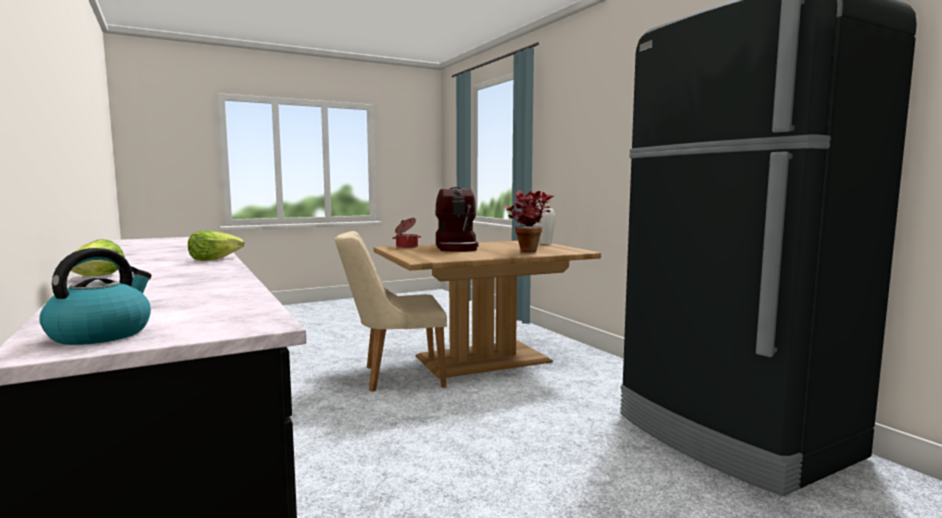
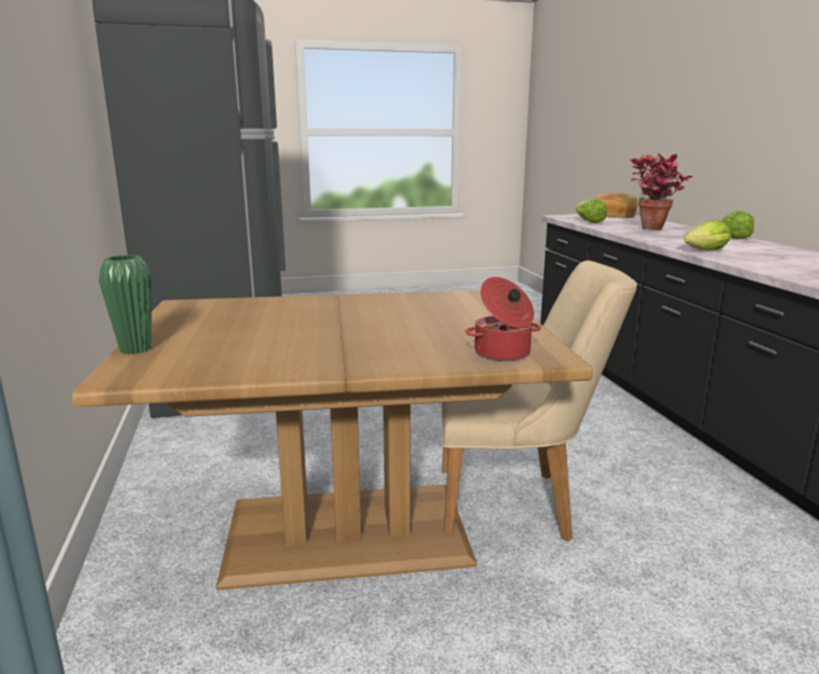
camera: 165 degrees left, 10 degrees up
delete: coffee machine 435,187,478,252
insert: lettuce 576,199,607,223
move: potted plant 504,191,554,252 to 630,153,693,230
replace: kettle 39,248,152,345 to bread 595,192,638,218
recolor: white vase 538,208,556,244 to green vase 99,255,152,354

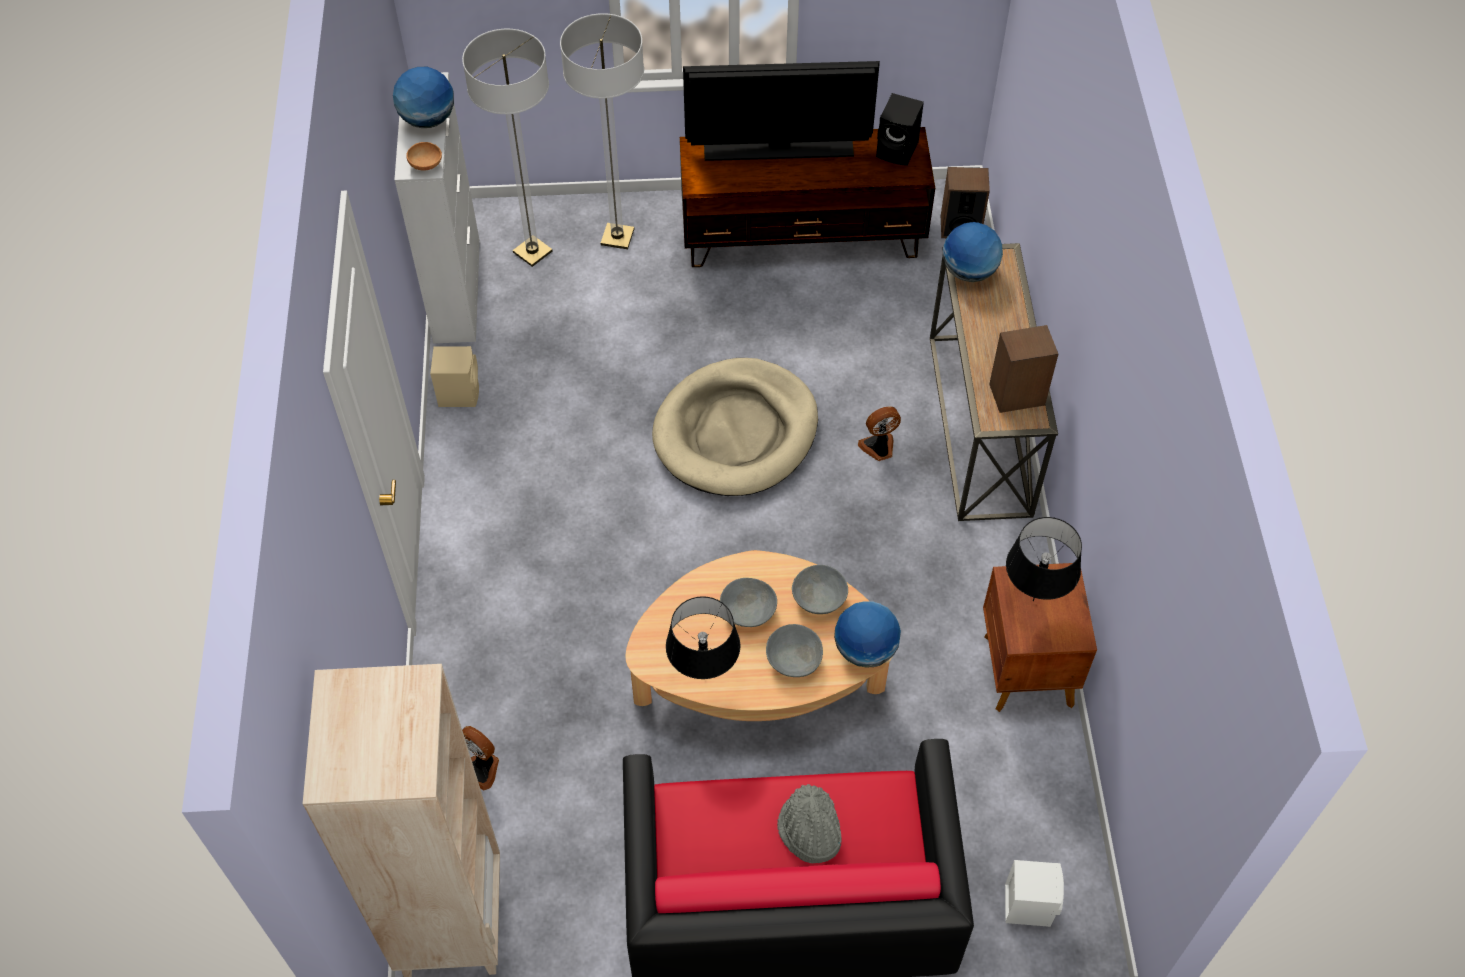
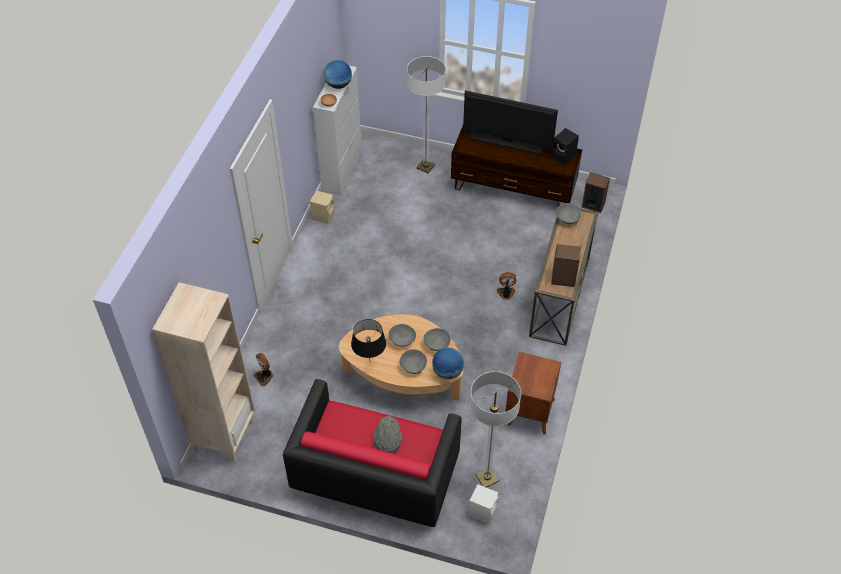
camera: 20 degrees right, 5 degrees down
delete: beige dog bed 652,358,818,496; black table lamp 1006,517,1082,601
move: floor lamp 462,29,552,267 to 470,371,521,487
replace: globe 943,222,1003,282 to grey bowl 556,203,581,224

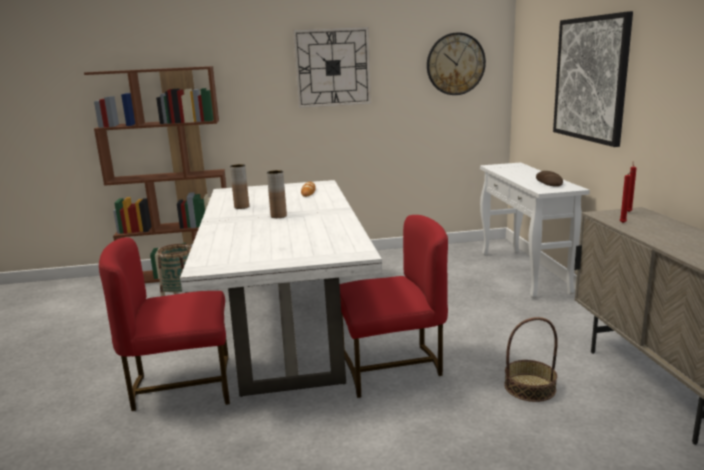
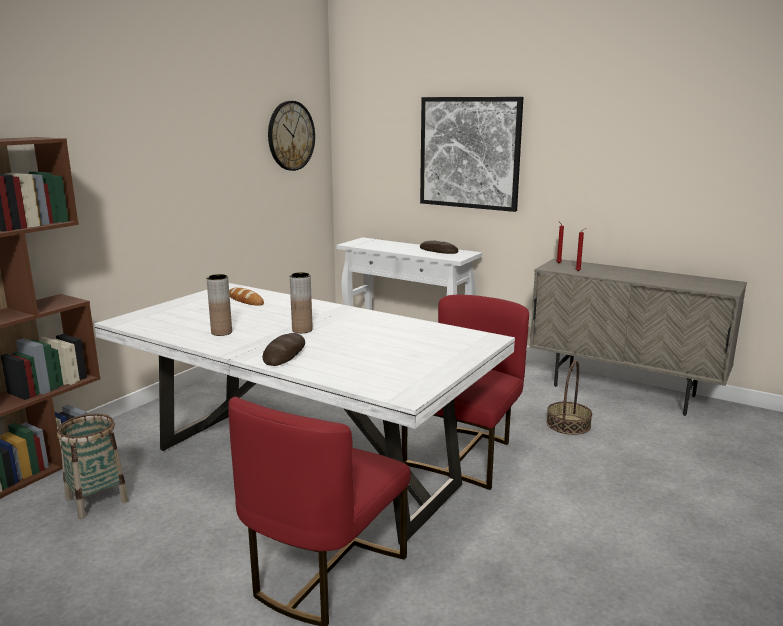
camera: 50 degrees left, 0 degrees up
delete: wall clock 293,27,371,108
insert: bread 262,333,305,366

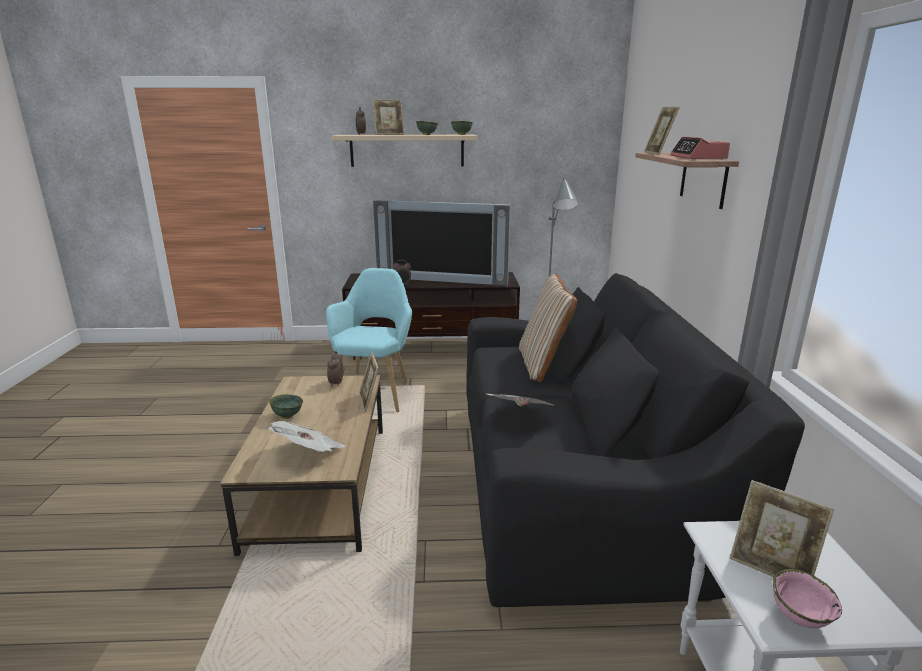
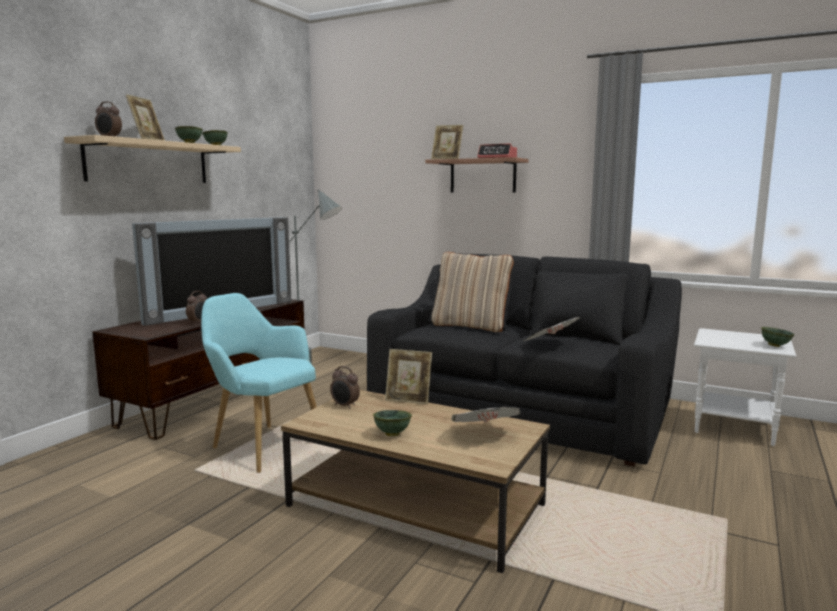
camera: 60 degrees left, 10 degrees down
delete: picture frame 730,480,834,577
recolor: pink bowl 773,569,842,628 to green bowl 761,327,795,347

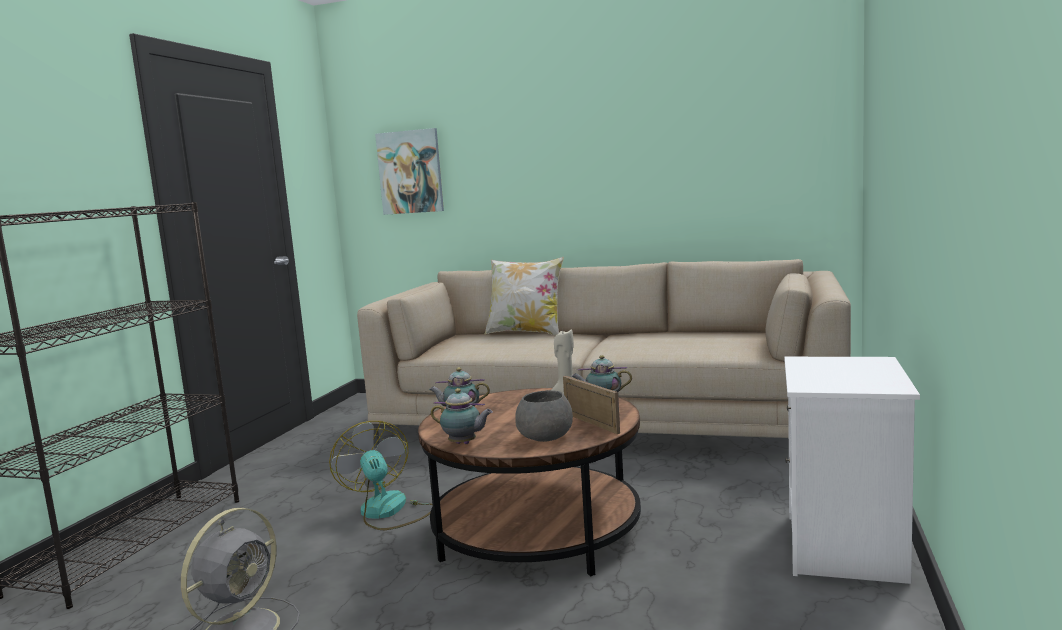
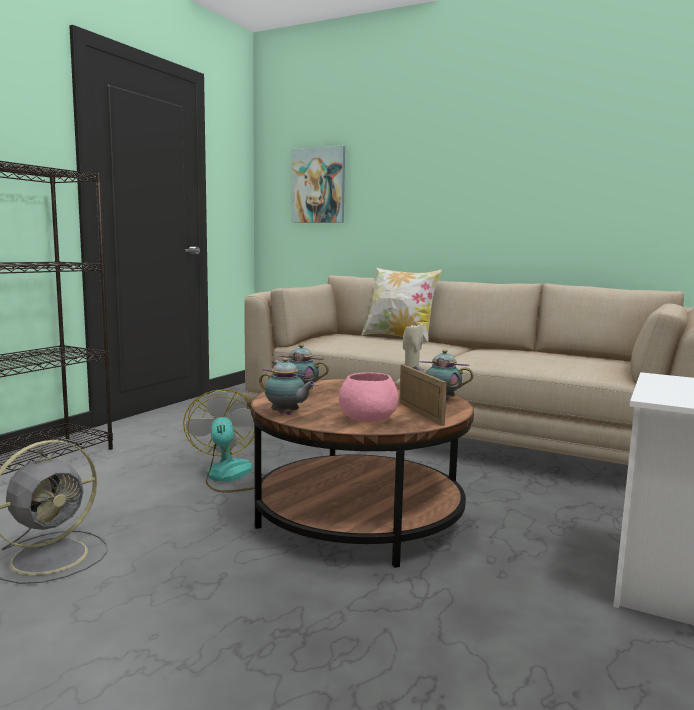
camera: 10 degrees right, 0 degrees up
recolor: grey bowl 515,390,573,442 to pink bowl 339,372,398,422

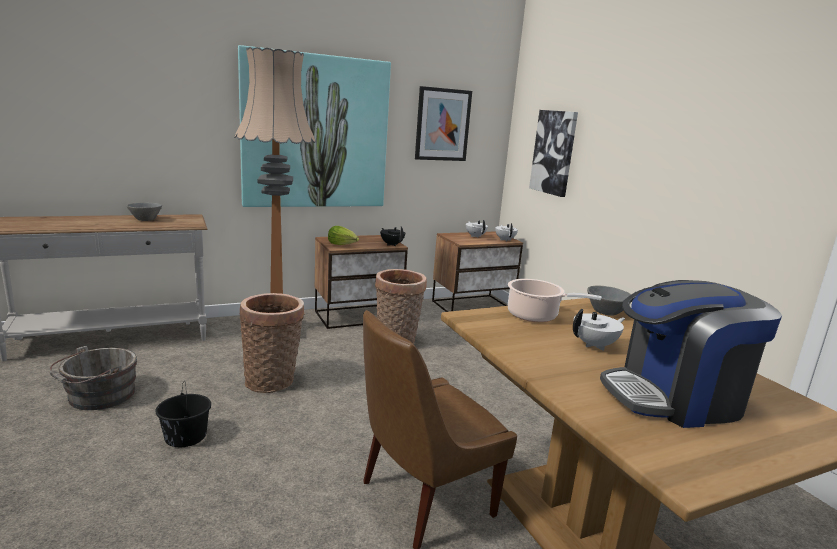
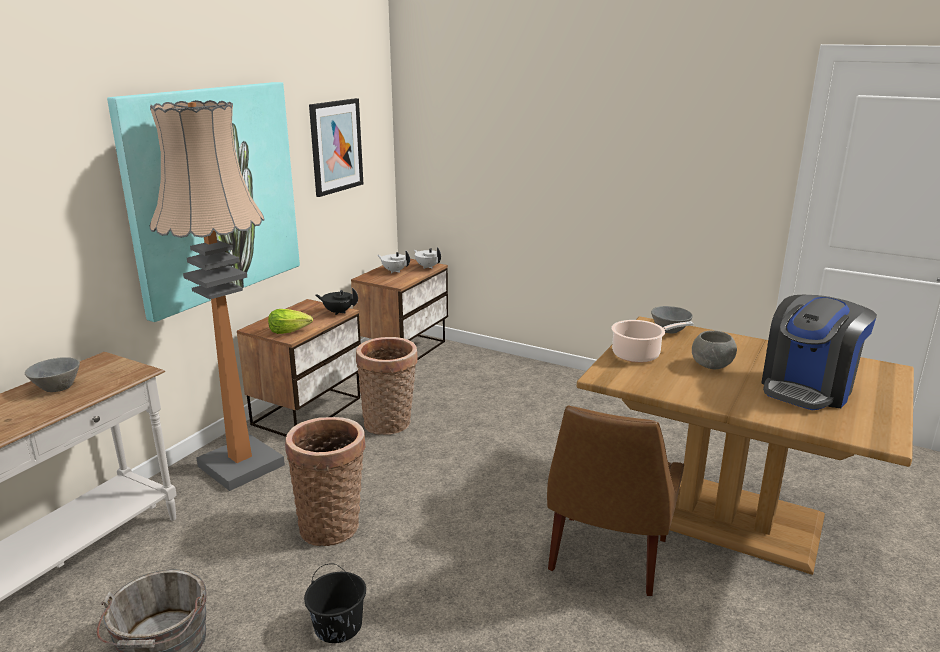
camera: 35 degrees left, 5 degrees up
delete: picture 529,110,578,197
replace: white teapot 573,309,625,351 to grey bowl 692,330,737,369

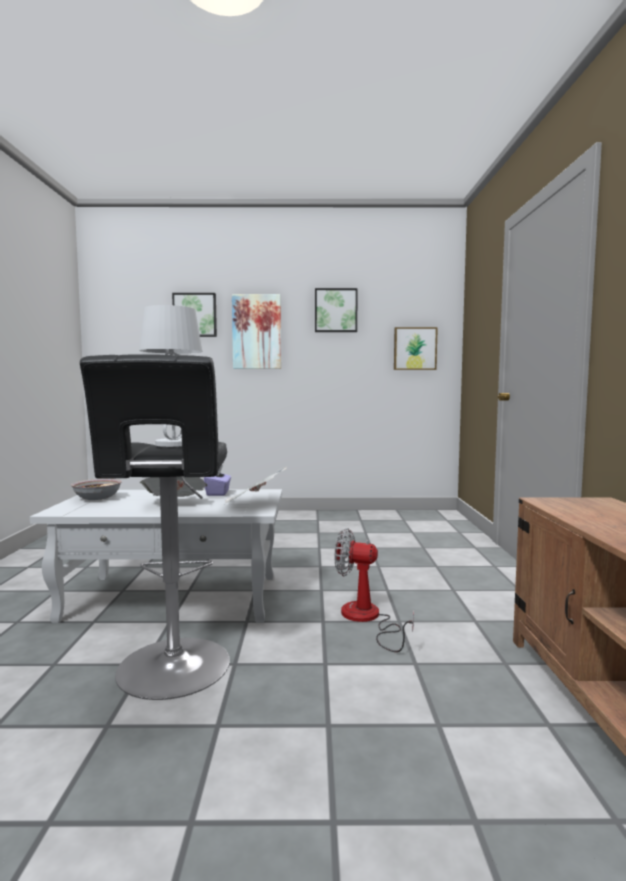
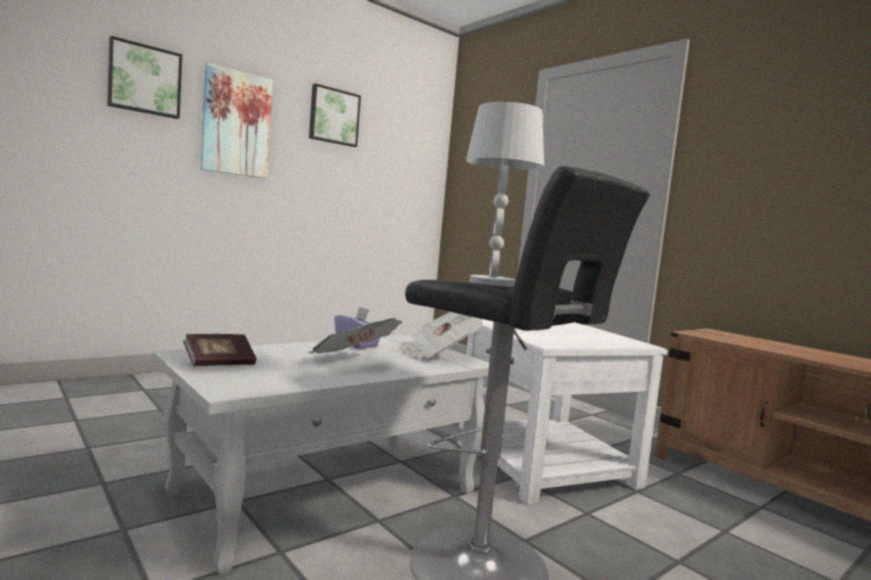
camera: 40 degrees left, 0 degrees up
delete: picture 394,327,438,370
replace: bowl 71,479,122,500 to book 183,334,256,366; fan 335,528,414,652 to white side table 458,319,668,505

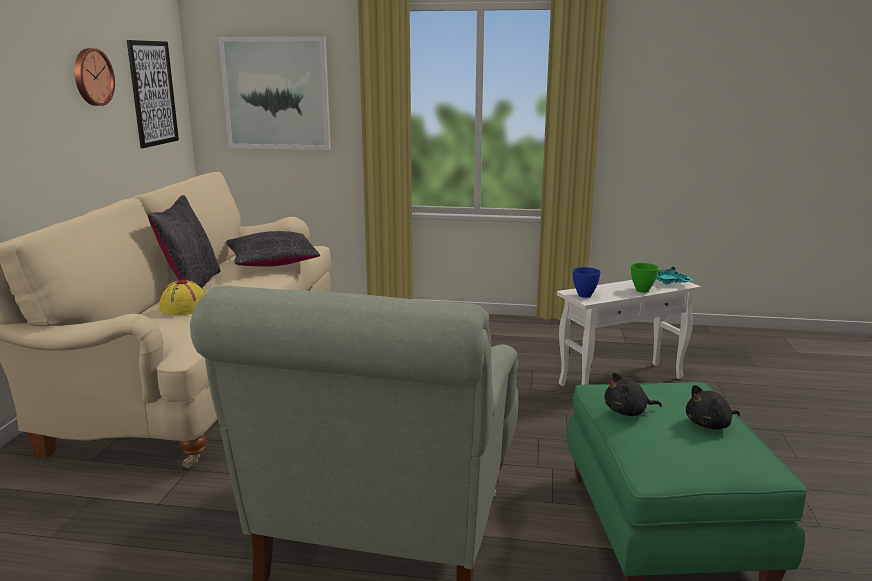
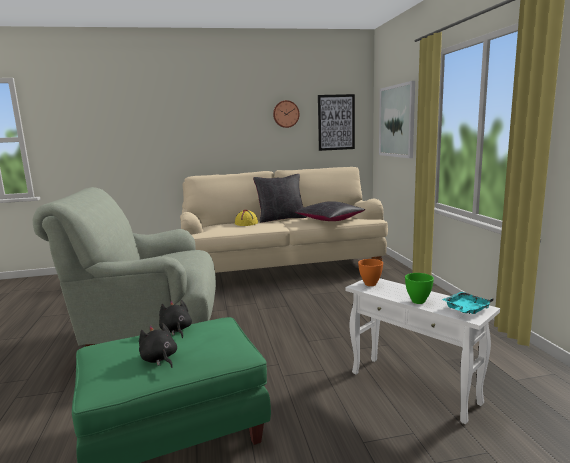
camera: 70 degrees right, 5 degrees down
recolor: blue bowl 573,267,601,298 to orange bowl 358,259,383,286

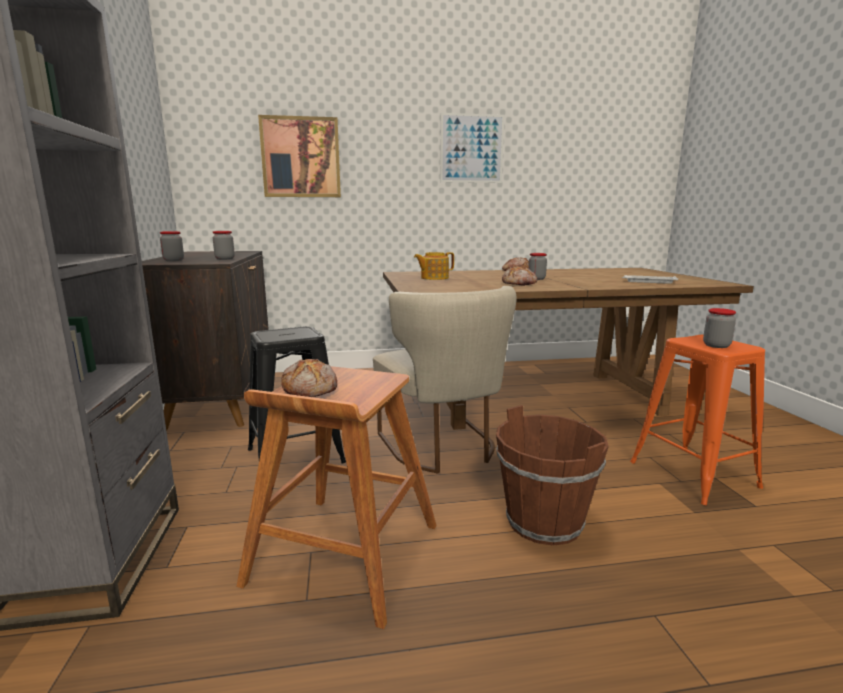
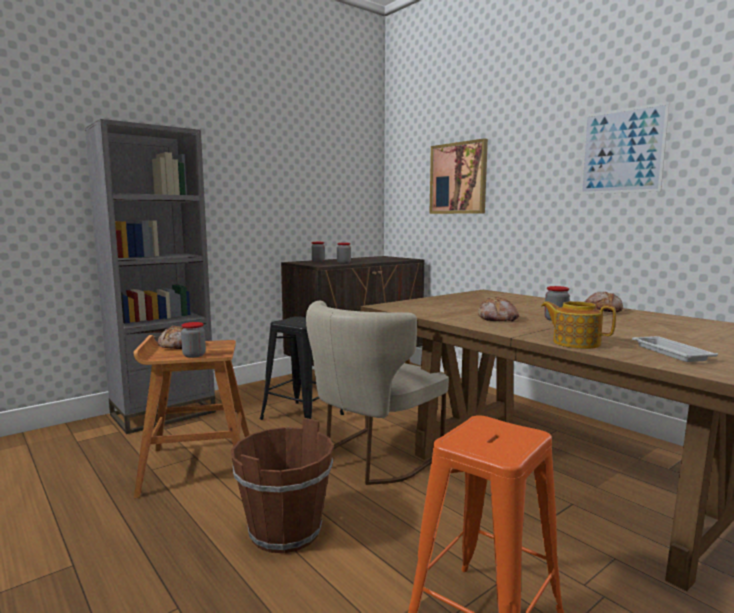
camera: 60 degrees right, 5 degrees down
move: teapot 414,252,454,280 to 541,301,616,349; jar 703,308,736,348 to 181,322,206,358

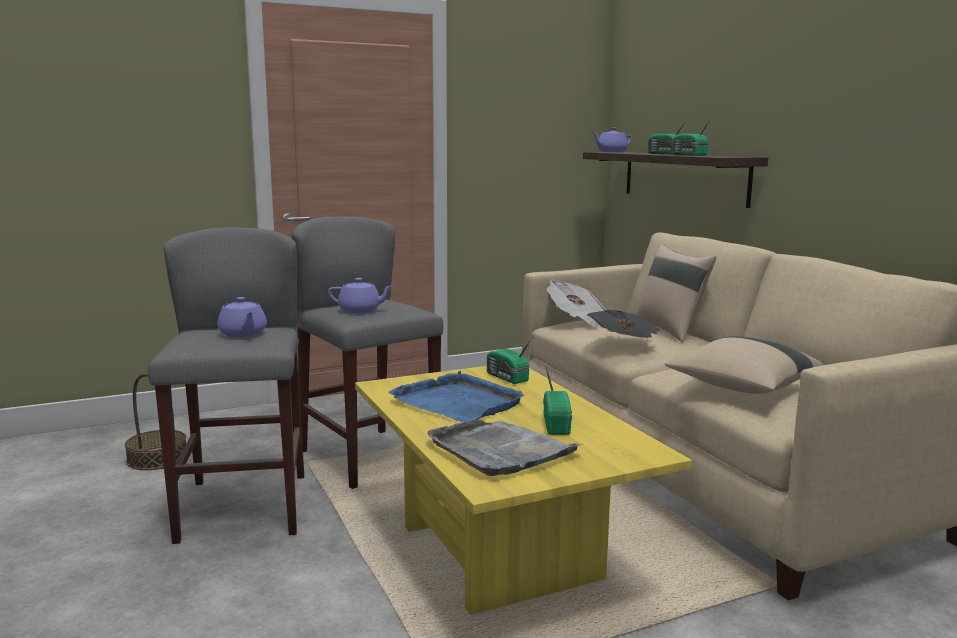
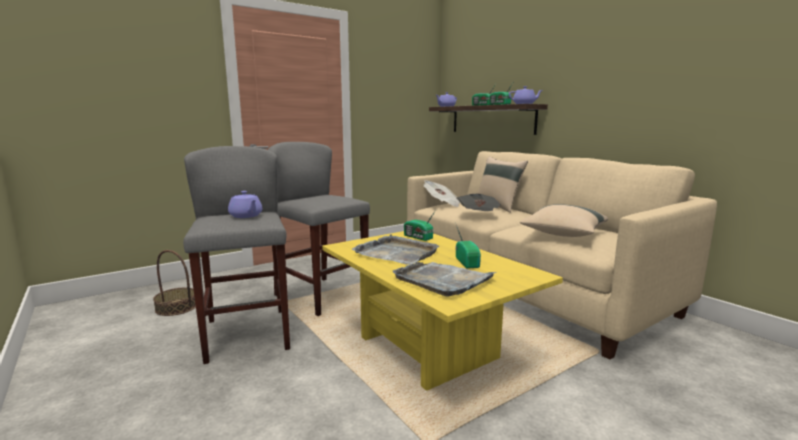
camera: 10 degrees left, 0 degrees up
move: purple teapot 328,278,393,313 to 509,86,543,104
recolor: blue tray 388,371,524,422 to grey tray 352,234,439,265

